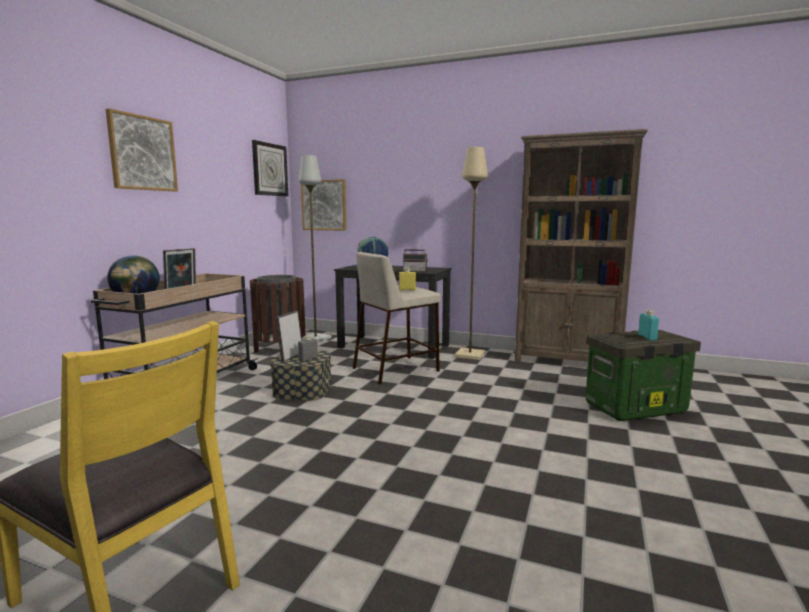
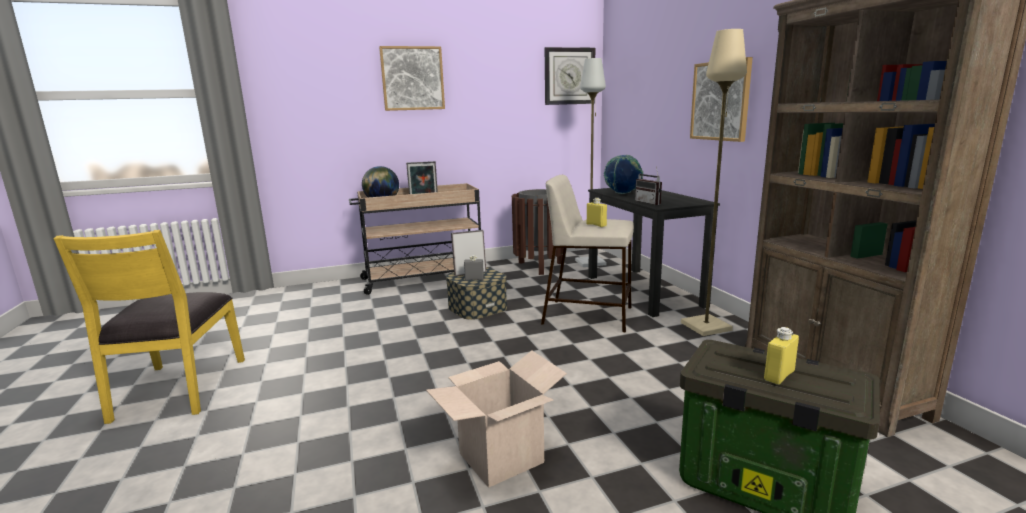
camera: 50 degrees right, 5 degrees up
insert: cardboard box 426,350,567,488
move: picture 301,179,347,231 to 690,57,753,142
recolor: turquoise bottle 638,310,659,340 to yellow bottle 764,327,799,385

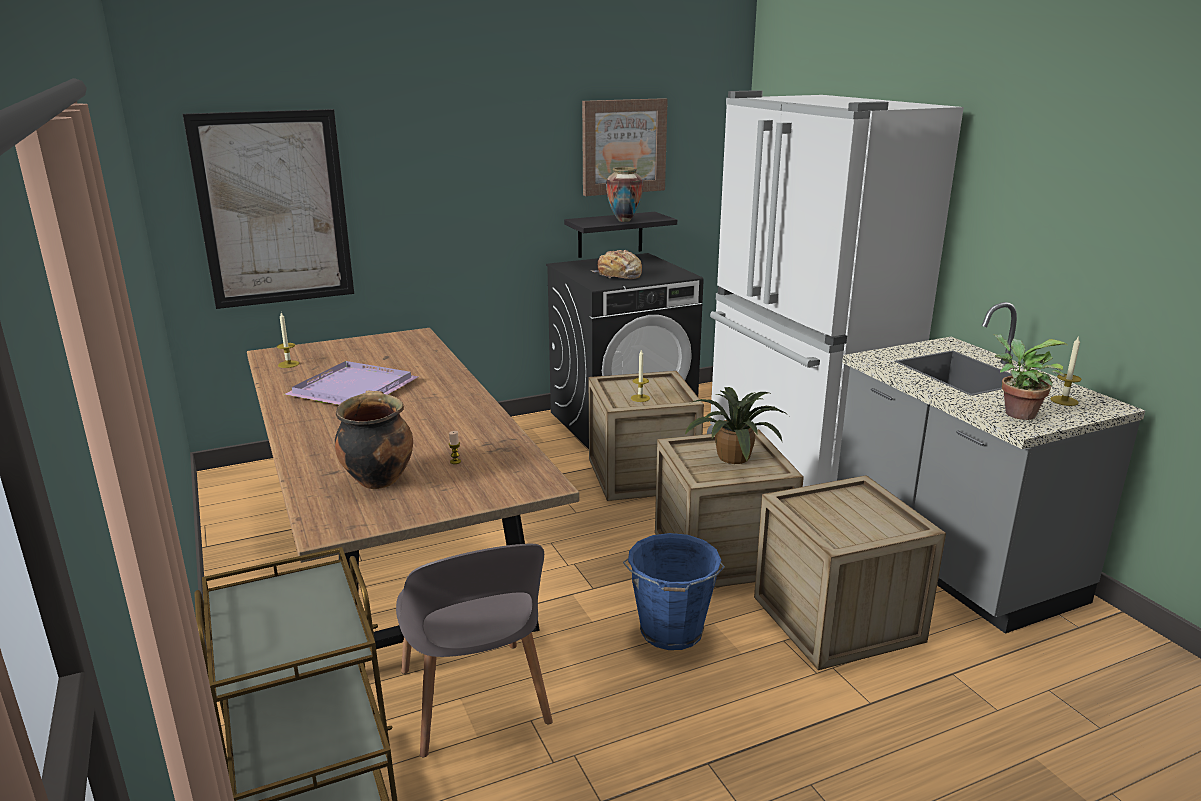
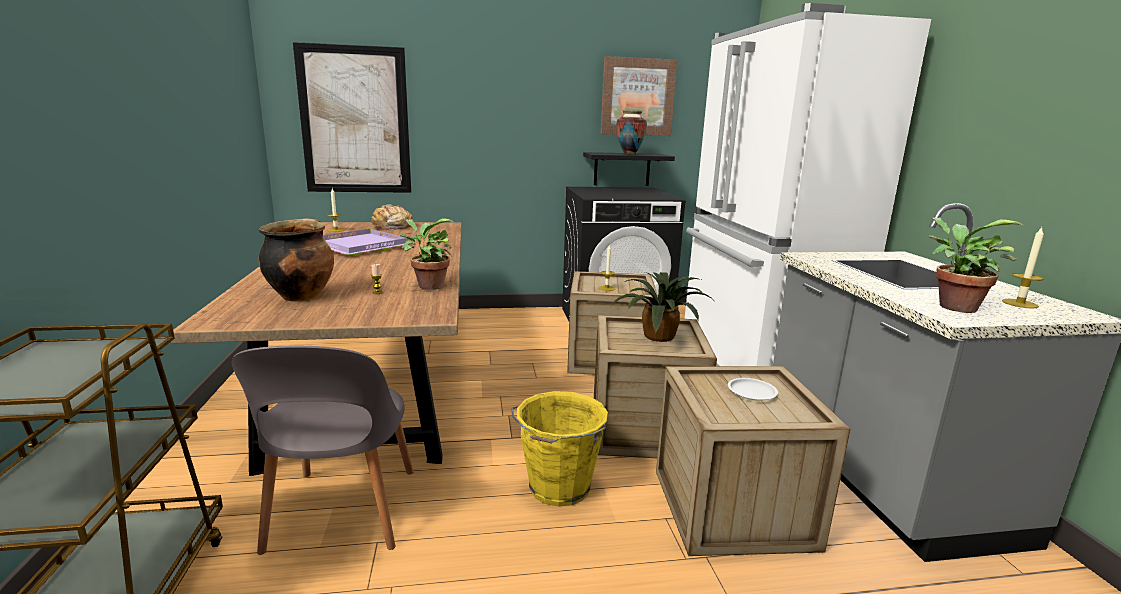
camera: 15 degrees right, 5 degrees down
insert: potted plant 400,218,453,290; white plate 728,378,778,401
move: bread 591,250,642,279 to 371,204,413,229
recolor: blue bucket 623,533,725,650 to yellow bucket 511,391,608,506

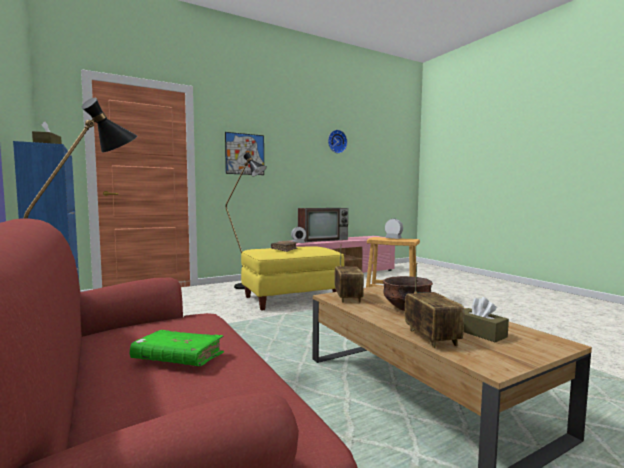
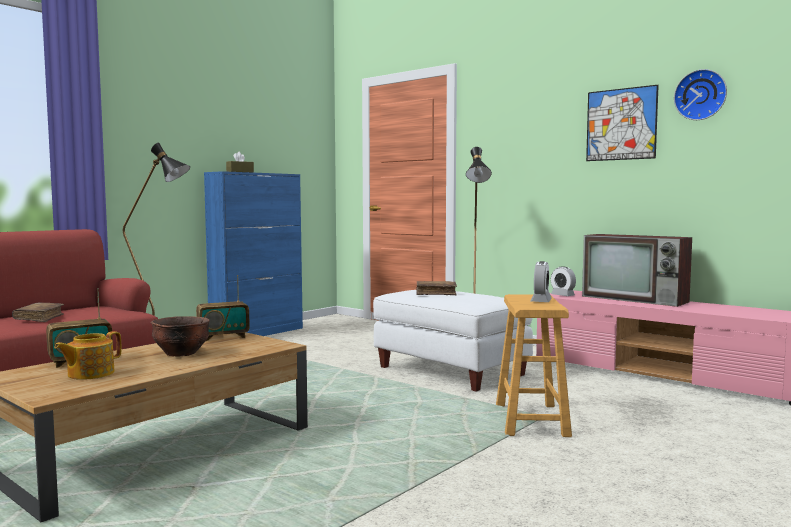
camera: 70 degrees right, 0 degrees up
move: picture 225,132,264,175 to 586,85,659,161
replace: brown tissue box 464,297,509,343 to teapot 54,331,121,380
recolor: green book 130,330,224,366 to brown book 12,303,64,322; yellow ottoman 241,246,344,311 to white ottoman 373,290,533,392

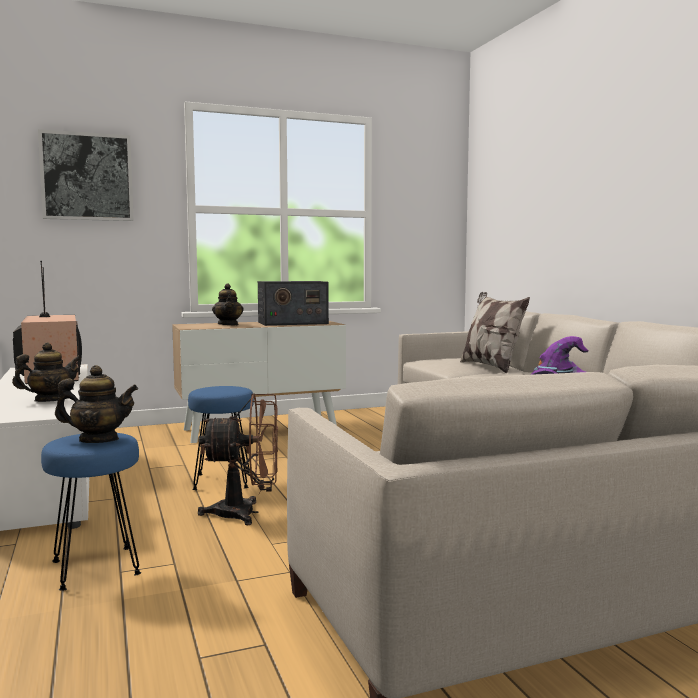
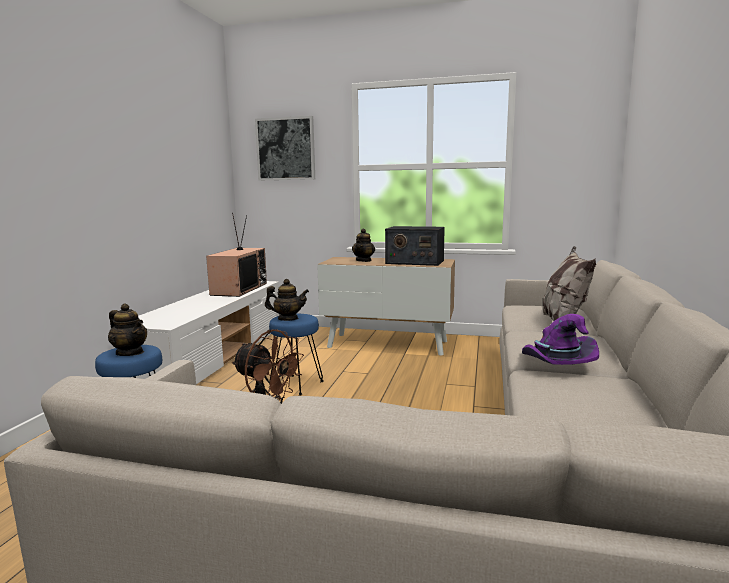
camera: 35 degrees right, 5 degrees up
move: teapot 12,343,81,402 to 265,279,309,321

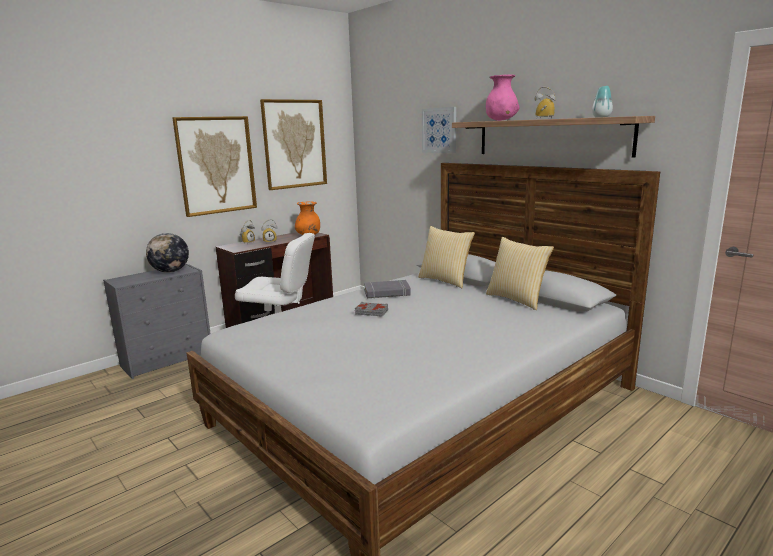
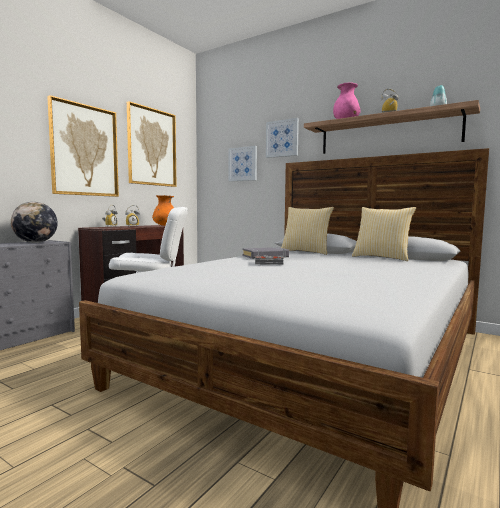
camera: 15 degrees left, 10 degrees down
insert: picture 228,146,257,181

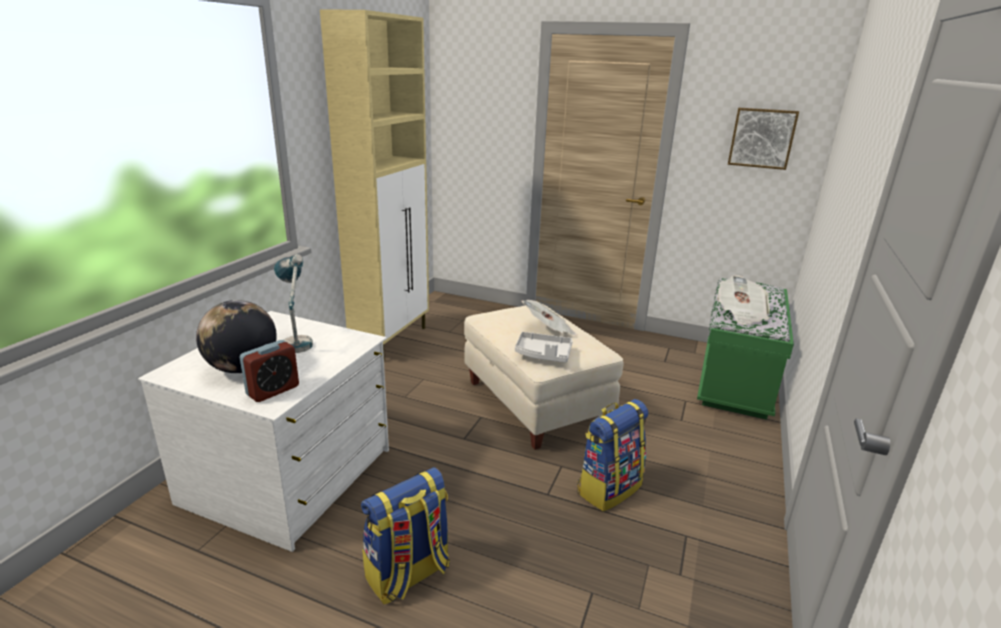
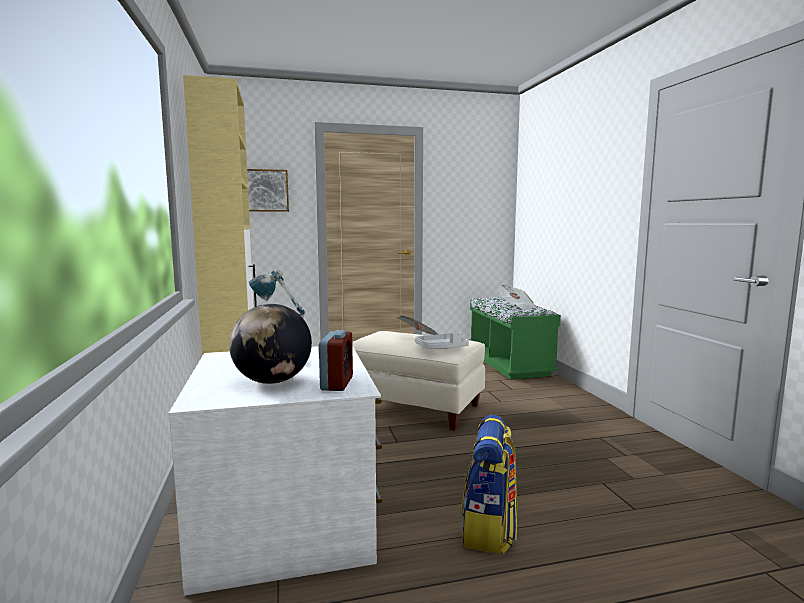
camera: 35 degrees left, 15 degrees down
delete: backpack 577,399,648,512
move: picture 728,108,799,170 to 247,169,289,212

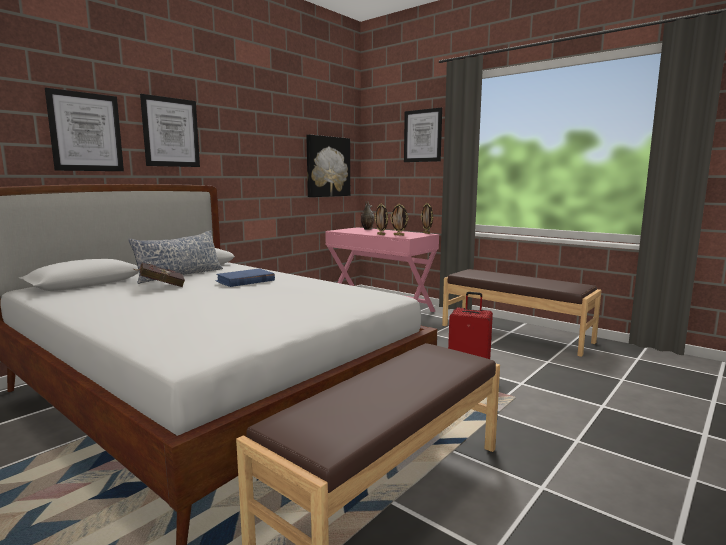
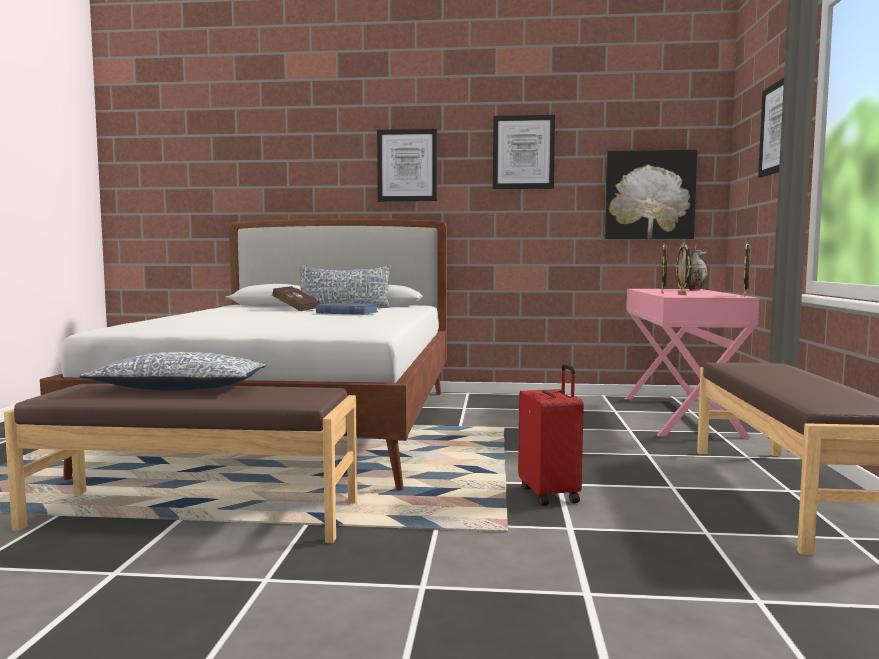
camera: 55 degrees right, 5 degrees down
insert: pillow 80,352,266,390
move: picture 45,88,124,171 to 493,115,555,189

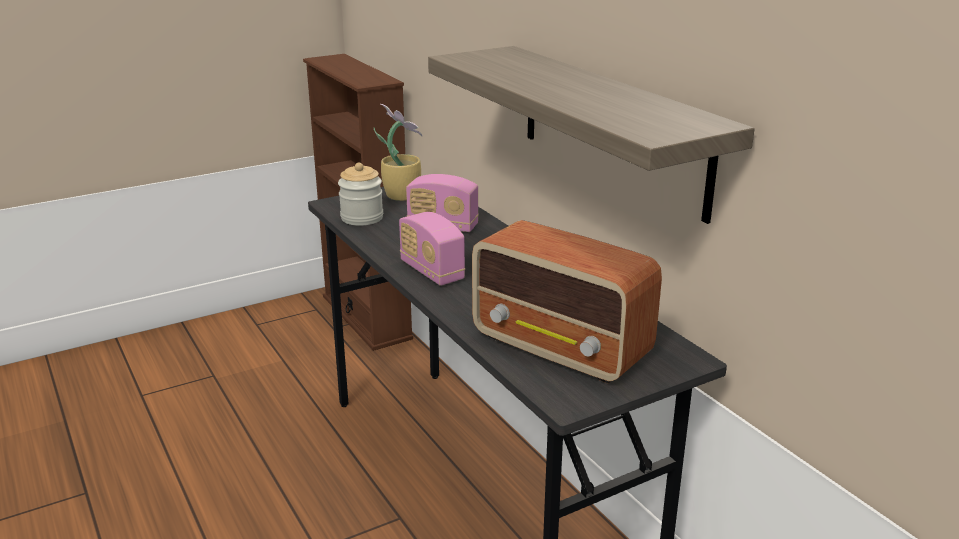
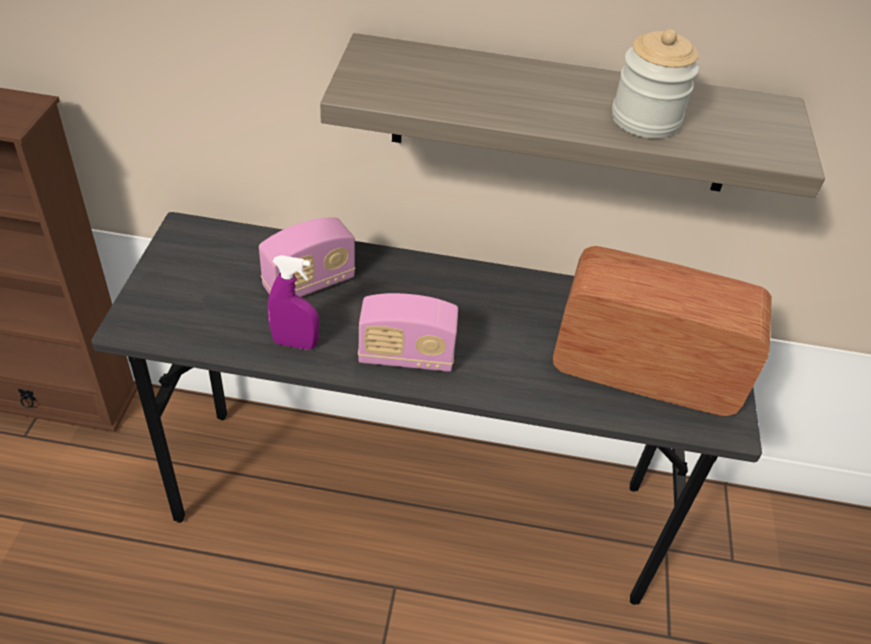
camera: 55 degrees left, 20 degrees up
delete: potted plant 374,104,423,201
insert: purple spray bottle 268,255,319,350
move: jar 338,163,383,226 to 612,29,699,138
rotate: radio 472,220,662,384 = 553,246,772,416 150 degrees counterclockwise

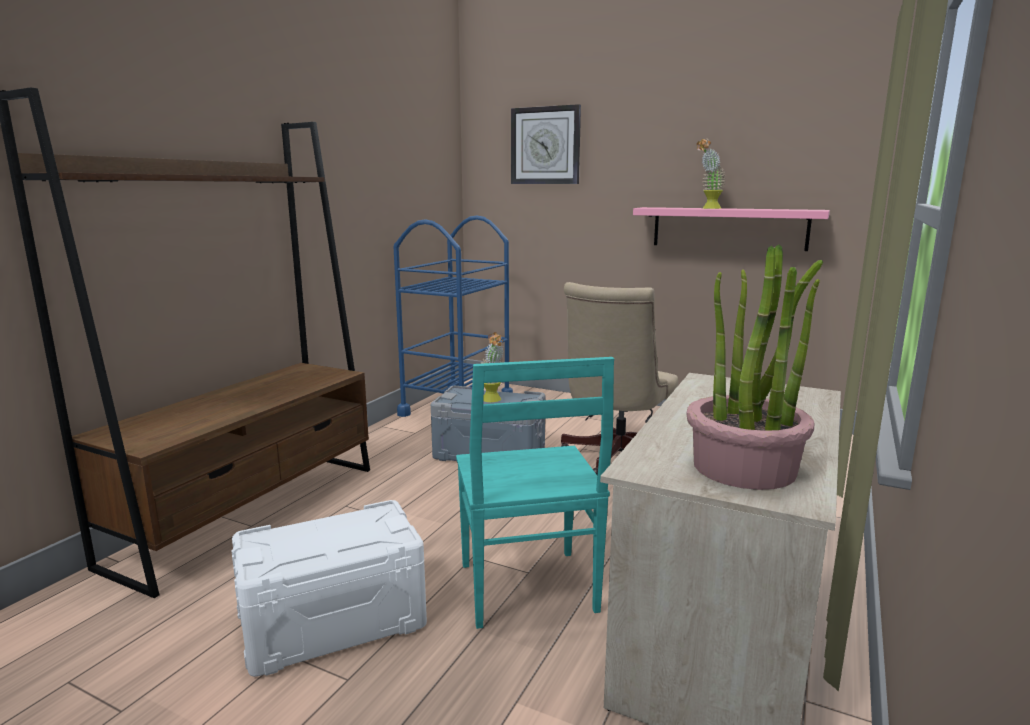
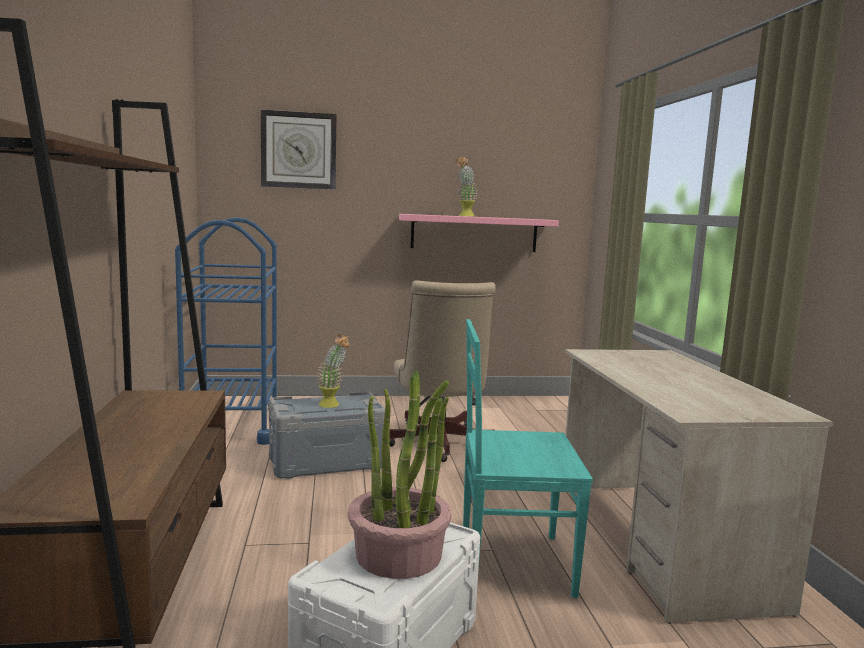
camera: 35 degrees left, 5 degrees down
move: potted plant 686,244,823,490 to 348,370,452,579
rotate: turquoise chair 456,357,614,629 = 463,319,593,598 135 degrees clockwise

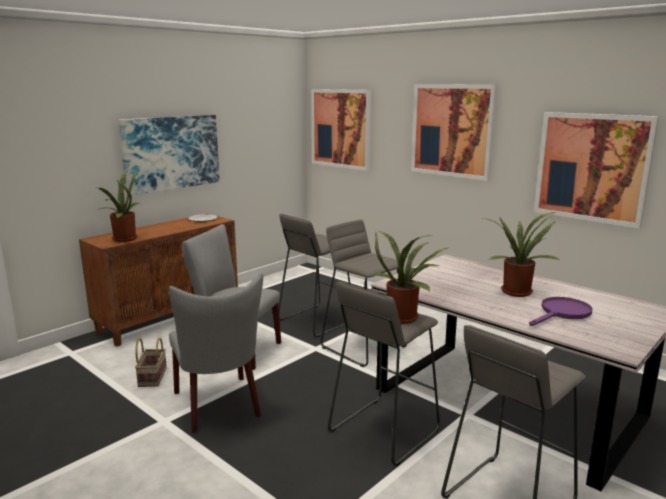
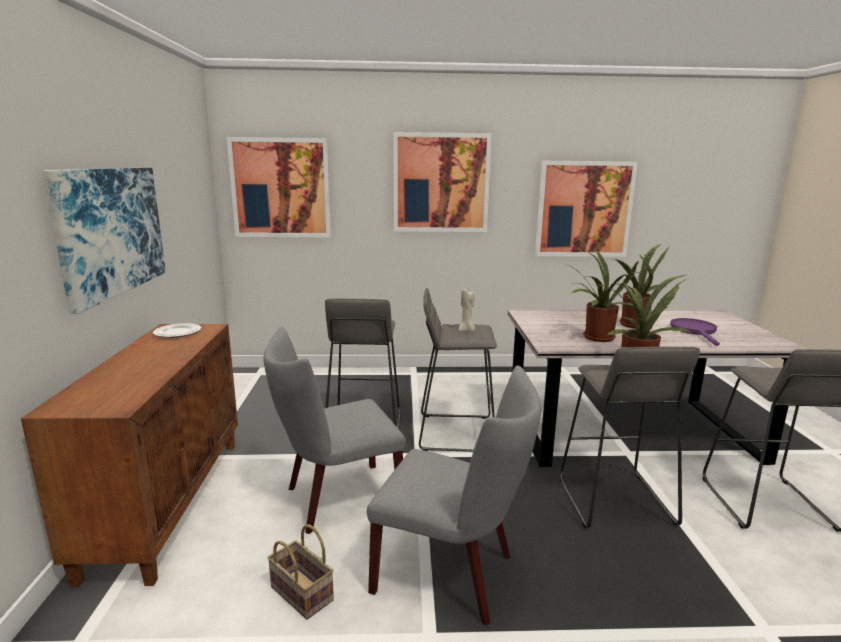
camera: 45 degrees left, 0 degrees up
insert: beige candle 459,289,475,331
move: potted plant 97,170,142,242 to 564,248,641,342

